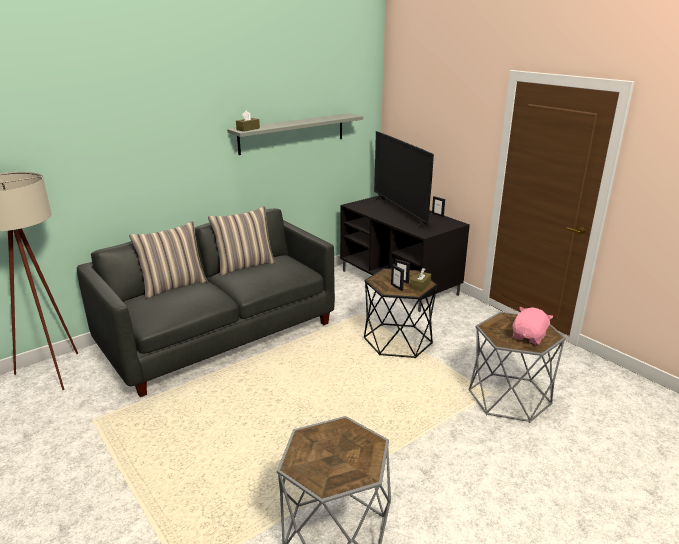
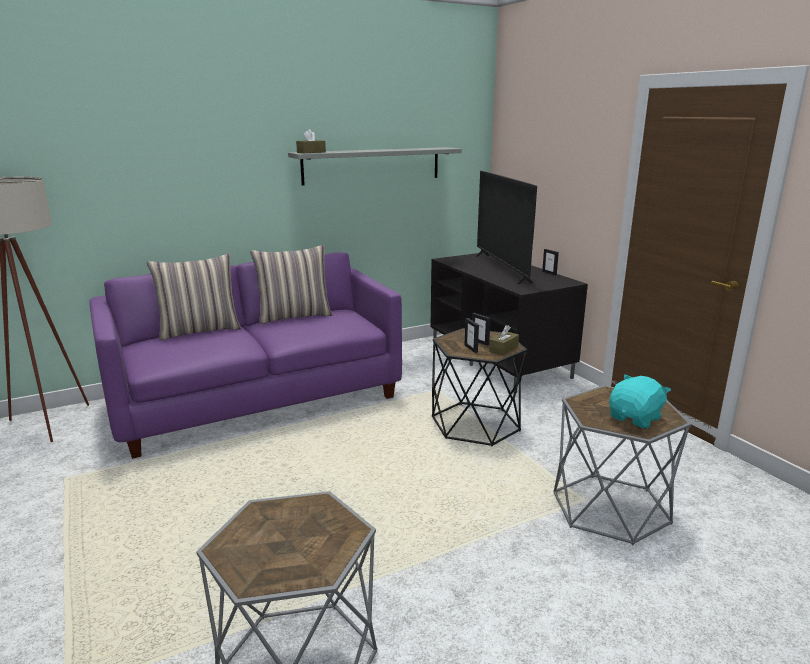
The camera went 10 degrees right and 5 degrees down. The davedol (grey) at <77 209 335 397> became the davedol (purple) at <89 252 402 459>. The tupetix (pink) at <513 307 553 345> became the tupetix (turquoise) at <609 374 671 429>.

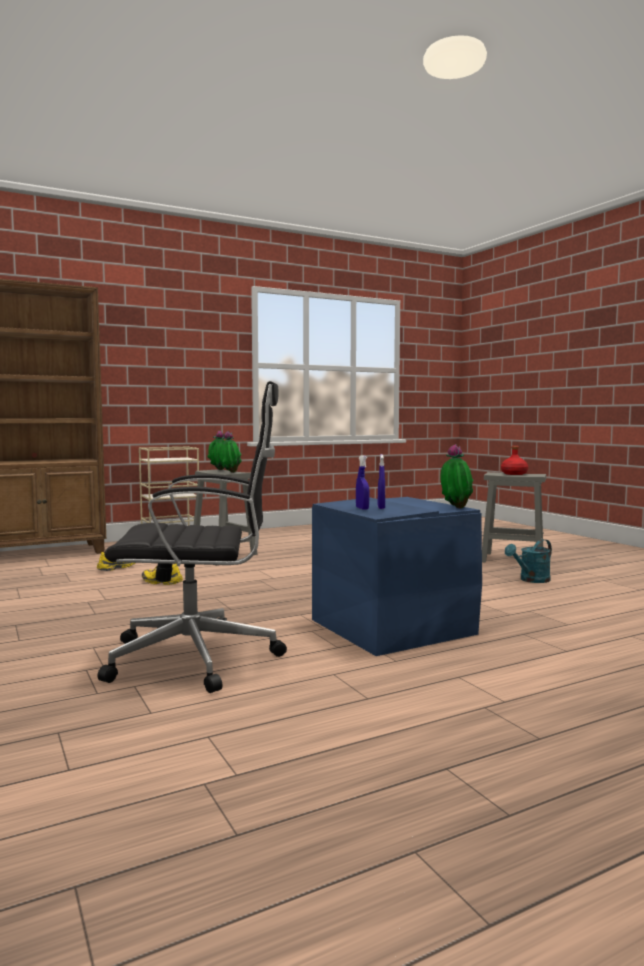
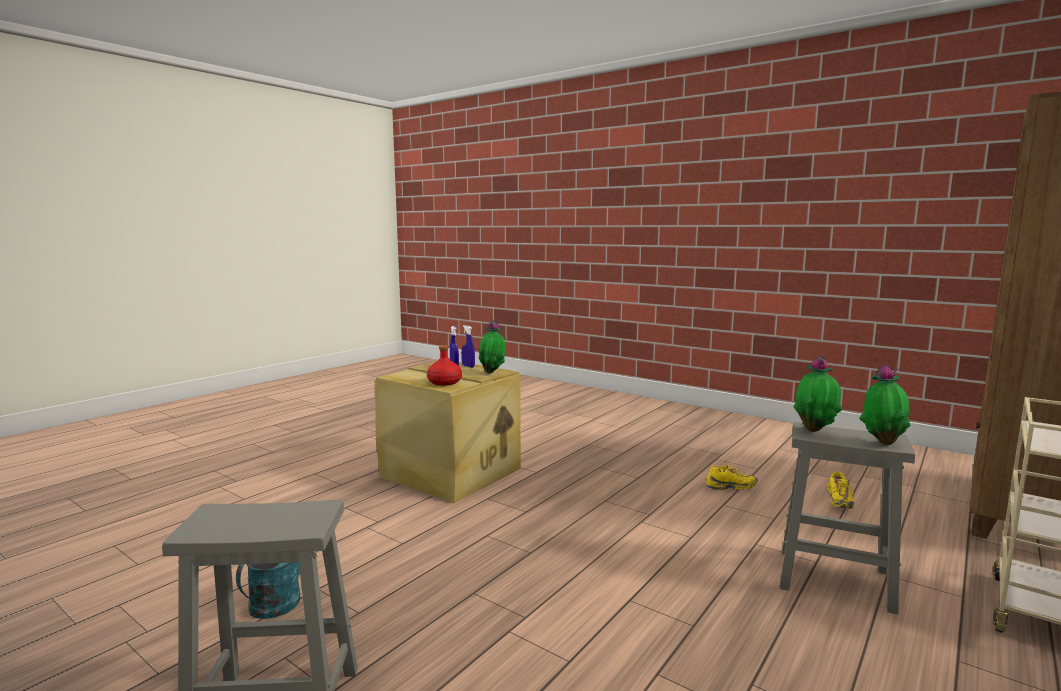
The camera went 155 degrees right and 5 degrees up. The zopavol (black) at <98 381 287 693> disappeared. The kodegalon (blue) at <312 497 482 656> became the kodegalon (beige) at <375 362 521 503>. The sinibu moved from <440 444 474 508> to <479 320 506 373>. The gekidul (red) moved from <501 446 528 475> to <427 345 462 386>.

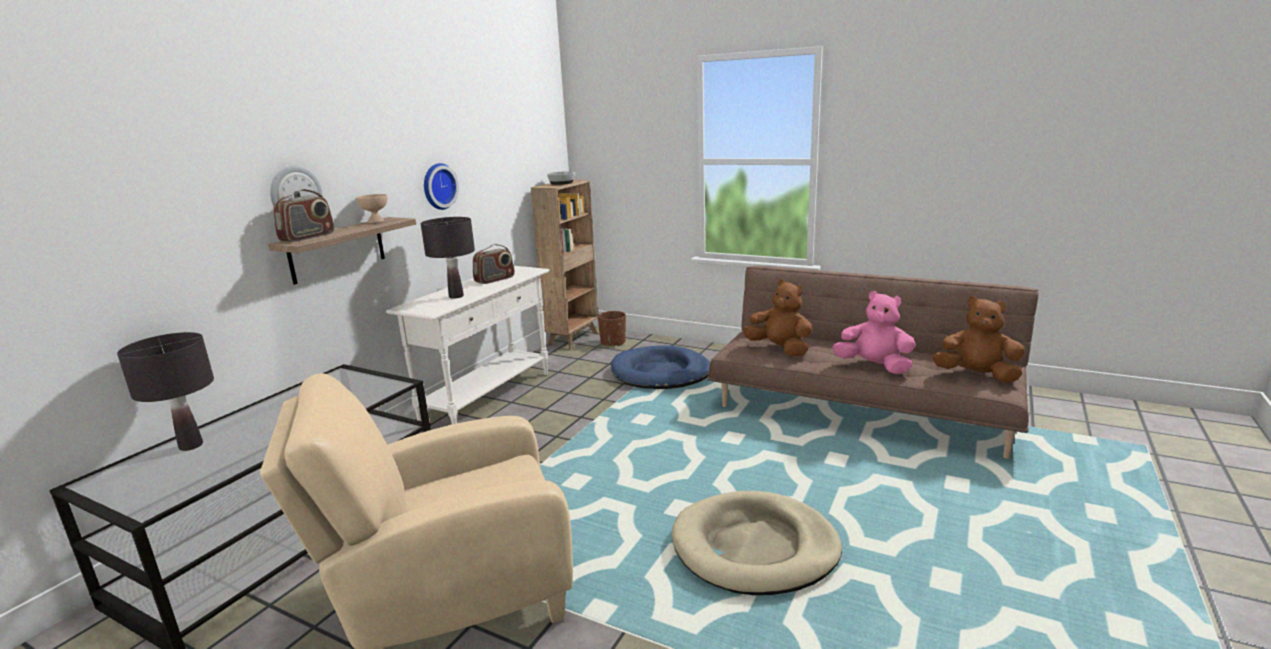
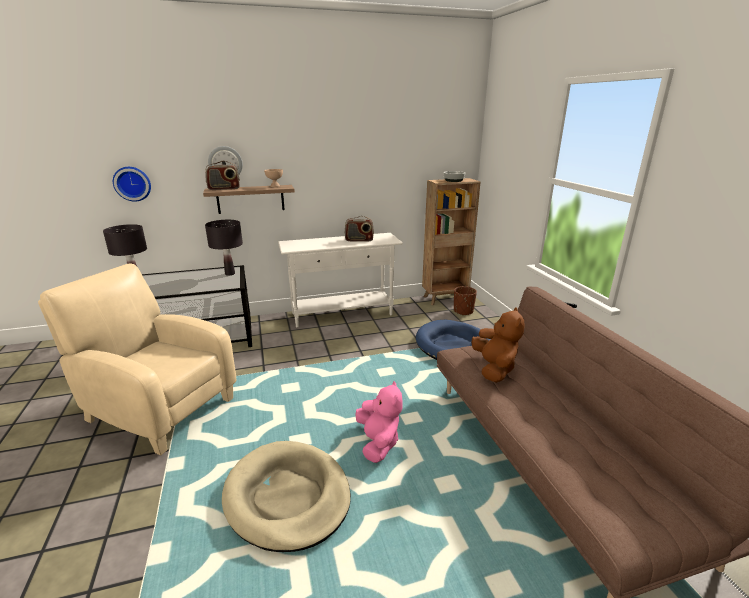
The camera went 45 degrees right and 5 degrees up. The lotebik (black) moved from <421 217 475 299> to <205 220 243 276>. The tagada moved from <424 163 459 210> to <113 167 151 201>. The tupetix (pink) moved from <832 291 916 374> to <355 381 403 463>. The tupetix (brown) at <933 296 1025 383> disappeared.

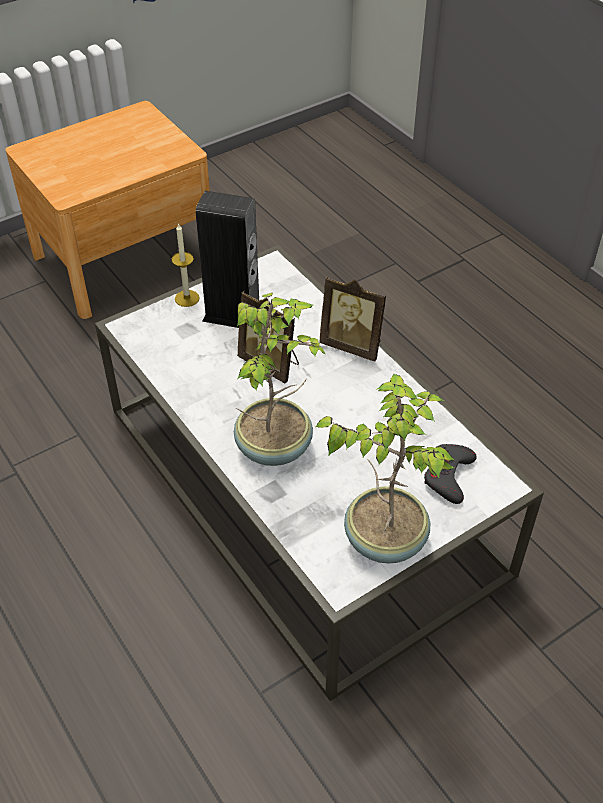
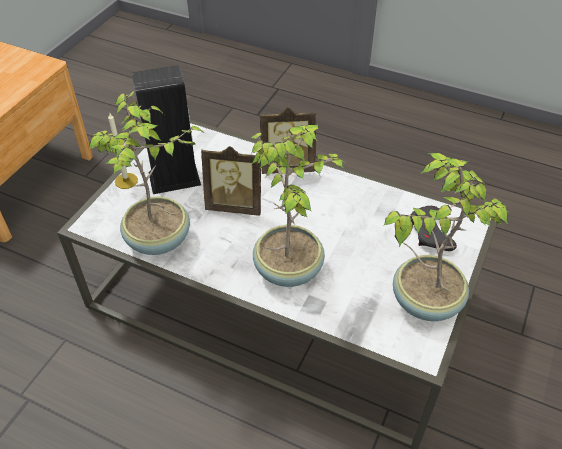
The camera went 30 degrees left and 0 degrees up. The sinibu at <88 91 205 255> appeared.

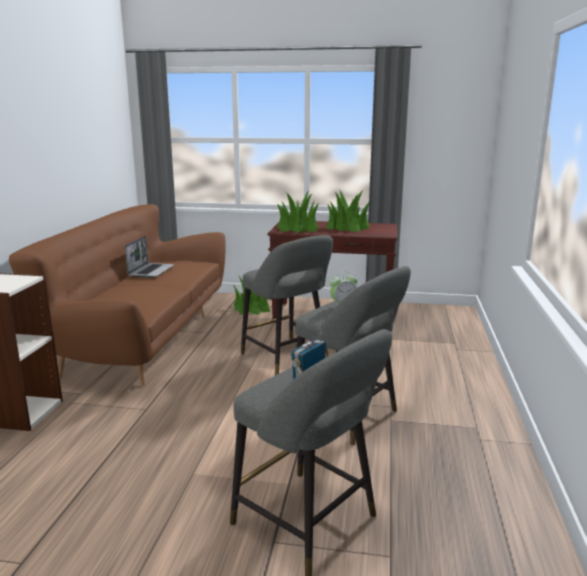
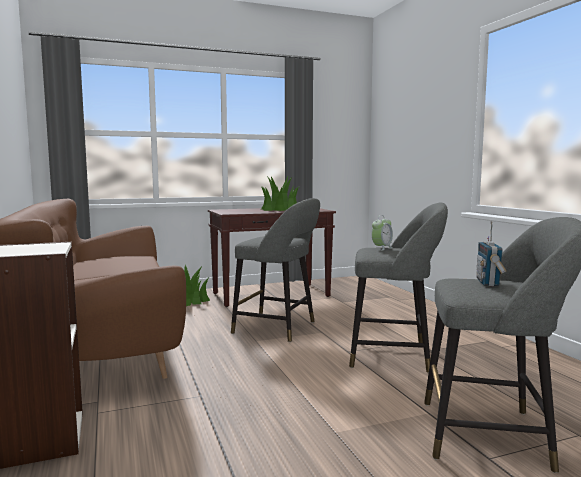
The camera went 30 degrees left and 10 degrees down. The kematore at <125 236 175 278> disappeared. The sinibu at <276 191 319 232> disappeared.

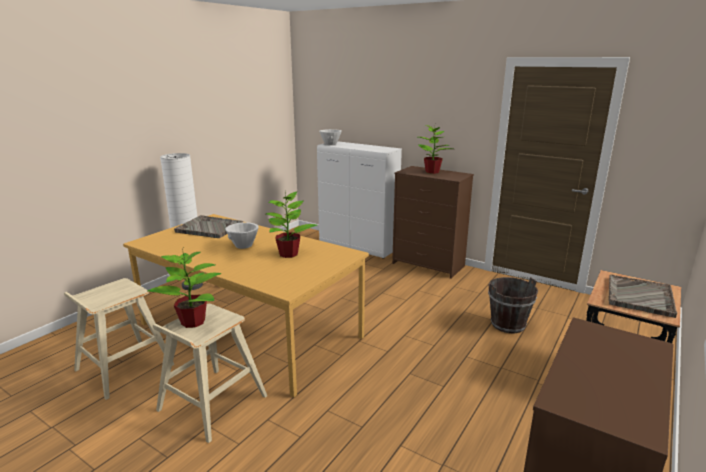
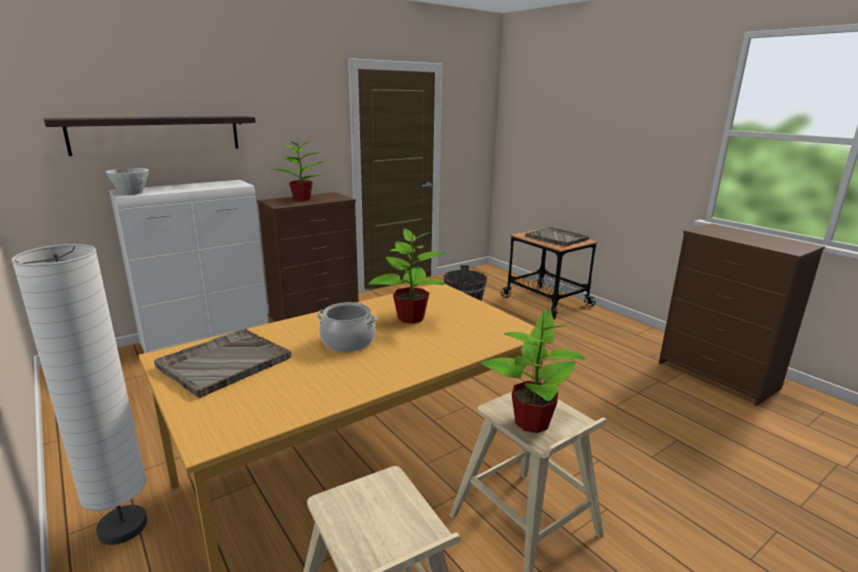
The camera went 70 degrees left and 0 degrees up. The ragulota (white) at <225 222 259 249> was replaced by the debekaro at <317 302 377 352>. The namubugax at <44 116 256 156> appeared.

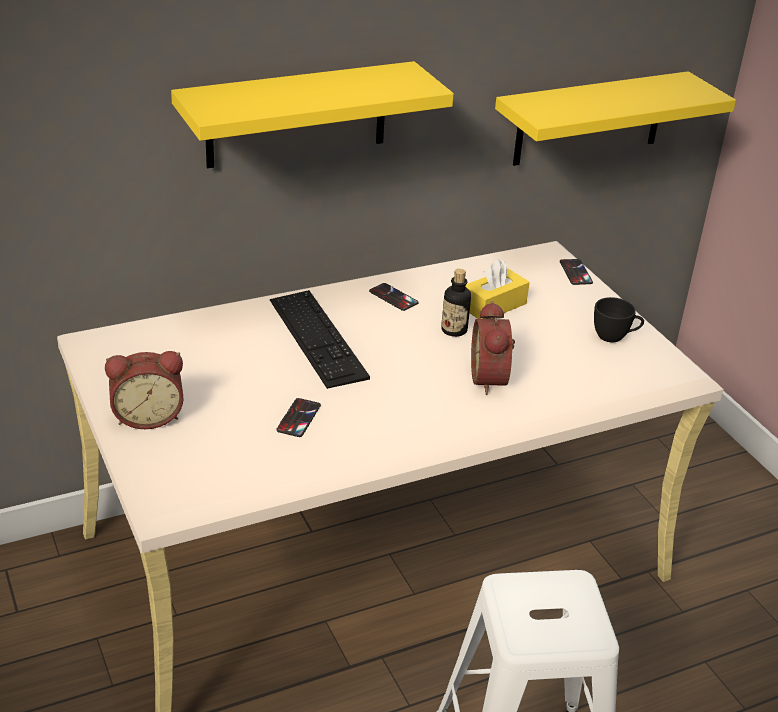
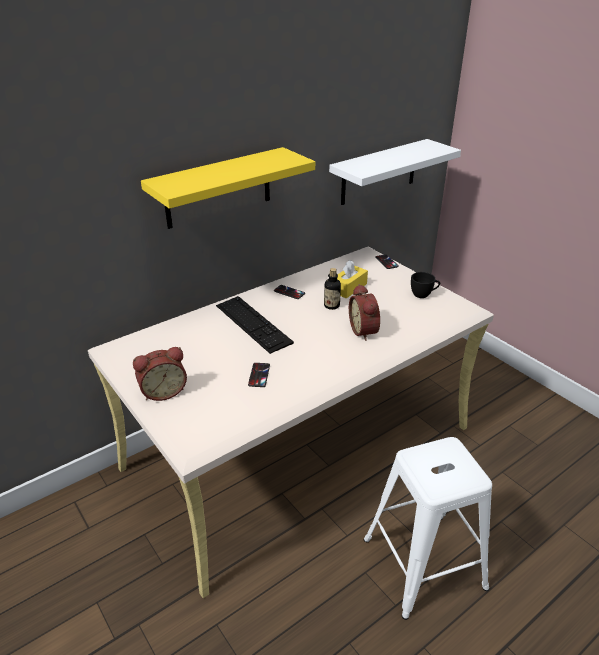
The camera went 10 degrees left and 0 degrees up. The namubugax (yellow) at <495 71 736 166> became the namubugax (white) at <329 139 461 205>.

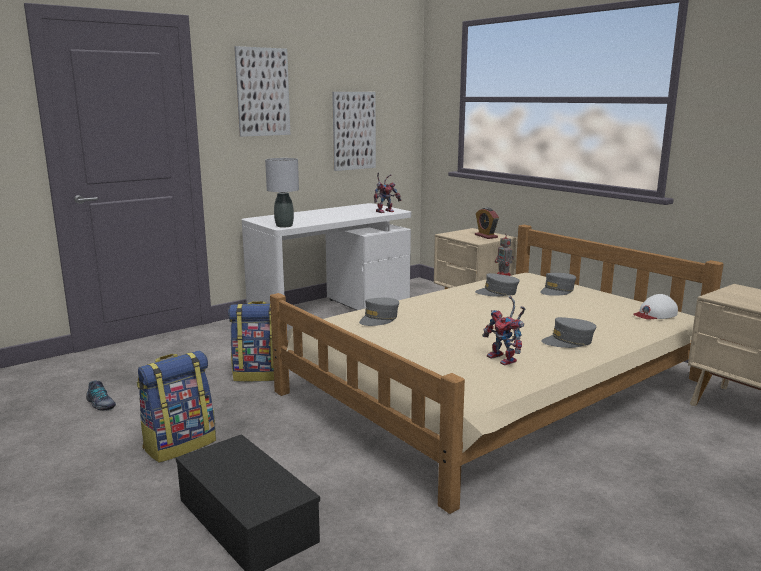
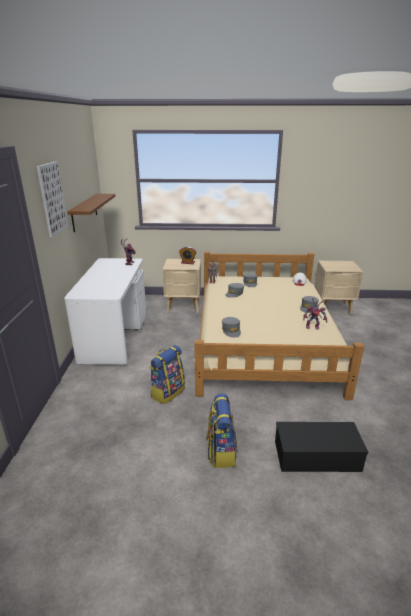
The camera went 50 degrees left and 10 degrees up. The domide at <86 380 116 411> disappeared. The lotebik (grey) at <265 158 299 228> disappeared. The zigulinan at <332 92 376 171> was replaced by the namubugax (brown) at <67 194 115 232>.

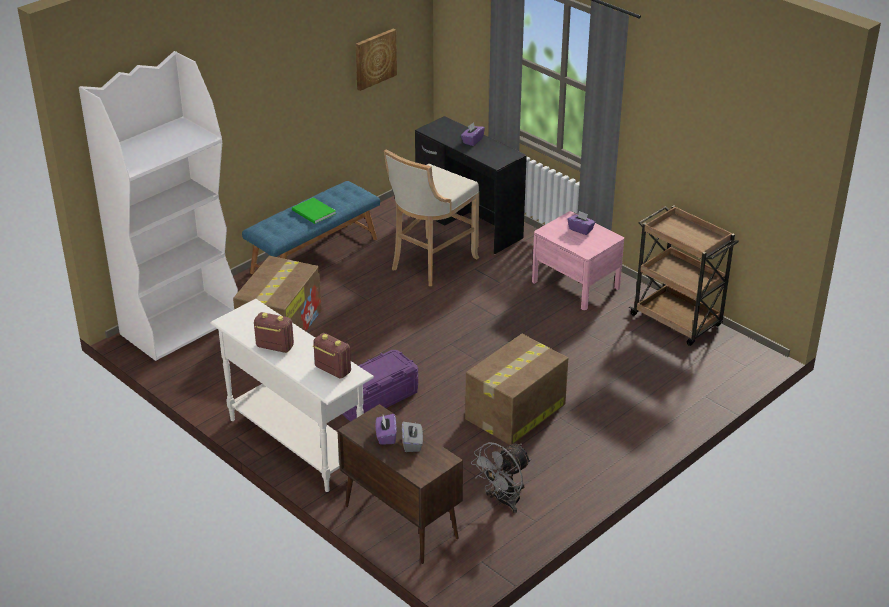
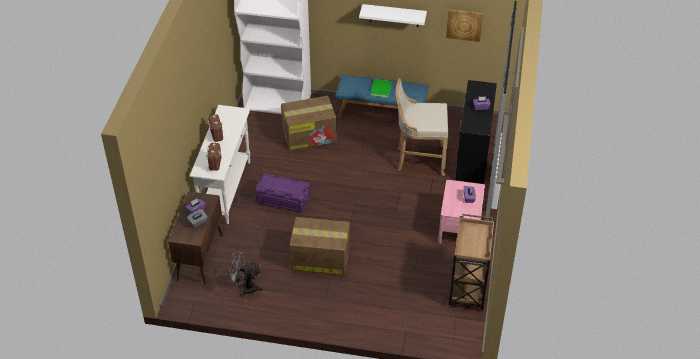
The camera went 55 degrees right and 10 degrees up. The namubugax (white) at <359 4 427 27> appeared.

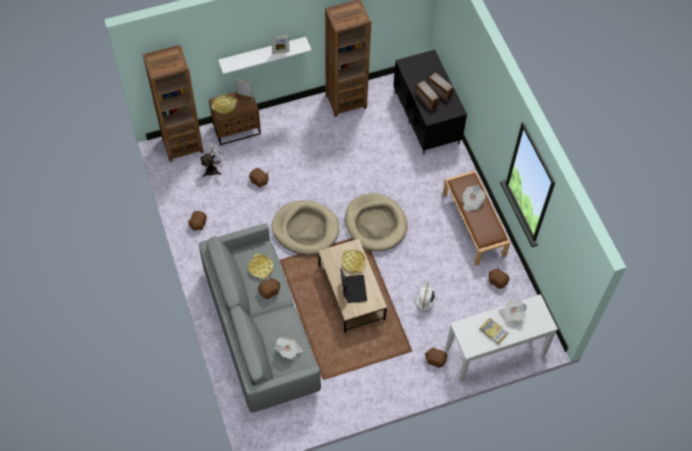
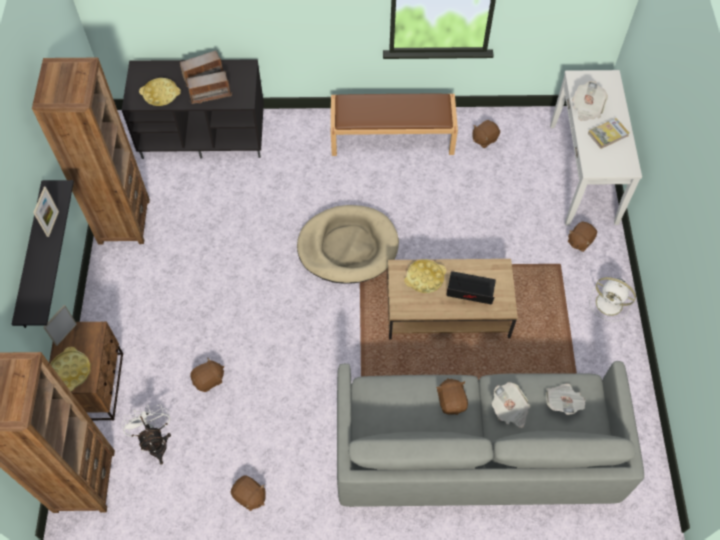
The camera went 70 degrees left and 0 degrees up. The namubugax (white) at <218 37 312 74> became the namubugax (black) at <12 180 74 328>. The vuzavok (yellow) moved from <248 253 273 279> to <139 78 181 106>. The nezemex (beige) at <272 200 339 255> disappeared. The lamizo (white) moved from <411 282 437 315> to <590 277 636 322>. The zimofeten moved from <462 185 485 211> to <492 382 530 428>.

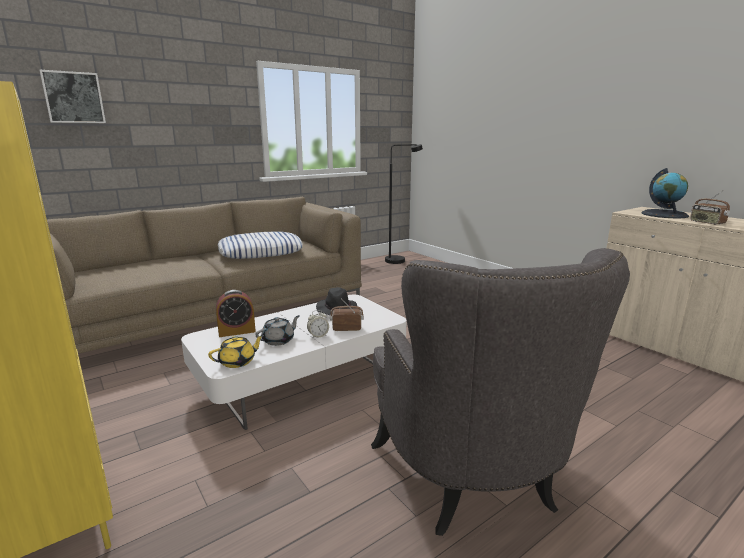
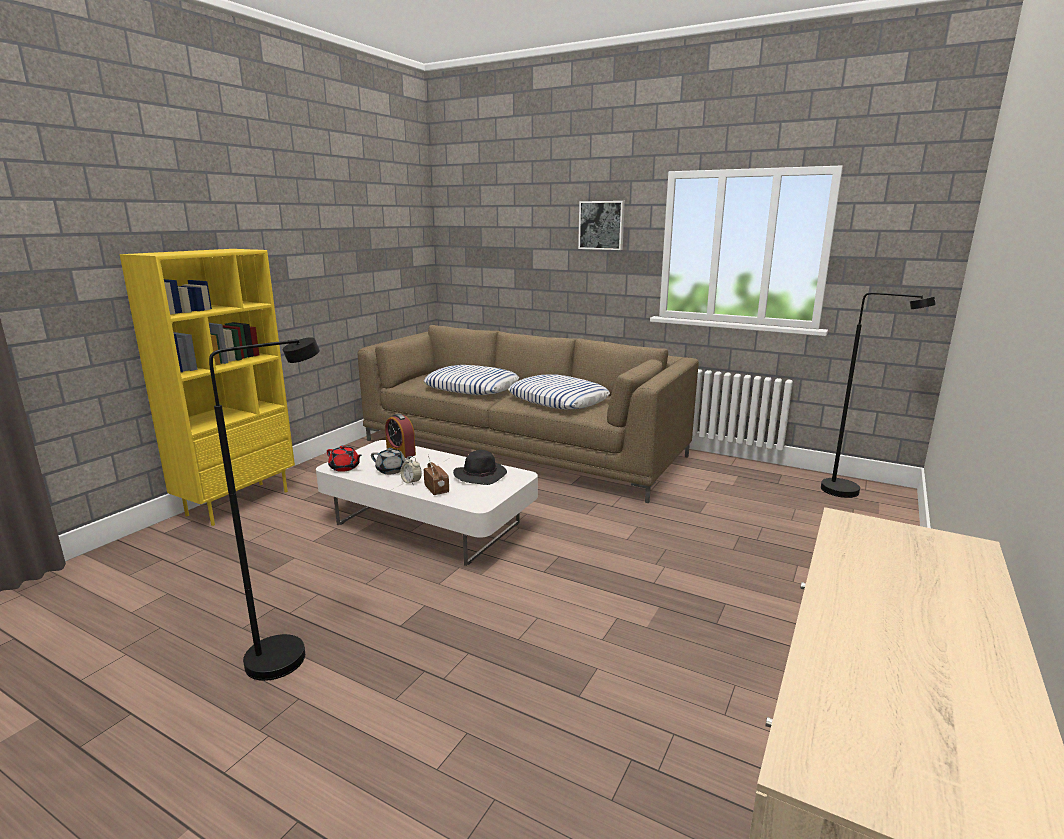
The camera went 65 degrees right and 0 degrees up. The zigulinan moved from <39 70 106 123> to <578 201 625 250>. The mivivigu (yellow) at <208 335 264 368> became the mivivigu (red) at <327 445 362 472>. The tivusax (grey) at <371 248 630 536> was replaced by the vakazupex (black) at <209 337 320 681>. The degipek at <641 168 689 219> disappeared. The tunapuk at <690 190 730 225> disappeared. The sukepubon at <424 365 519 395> appeared.

